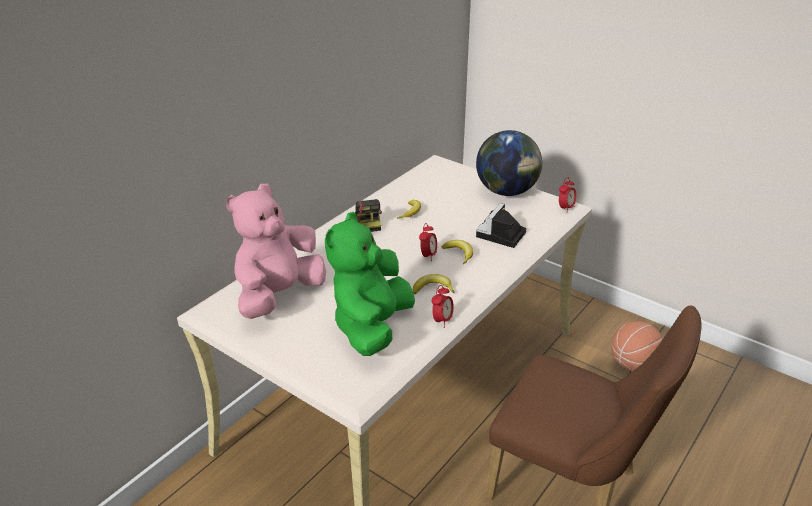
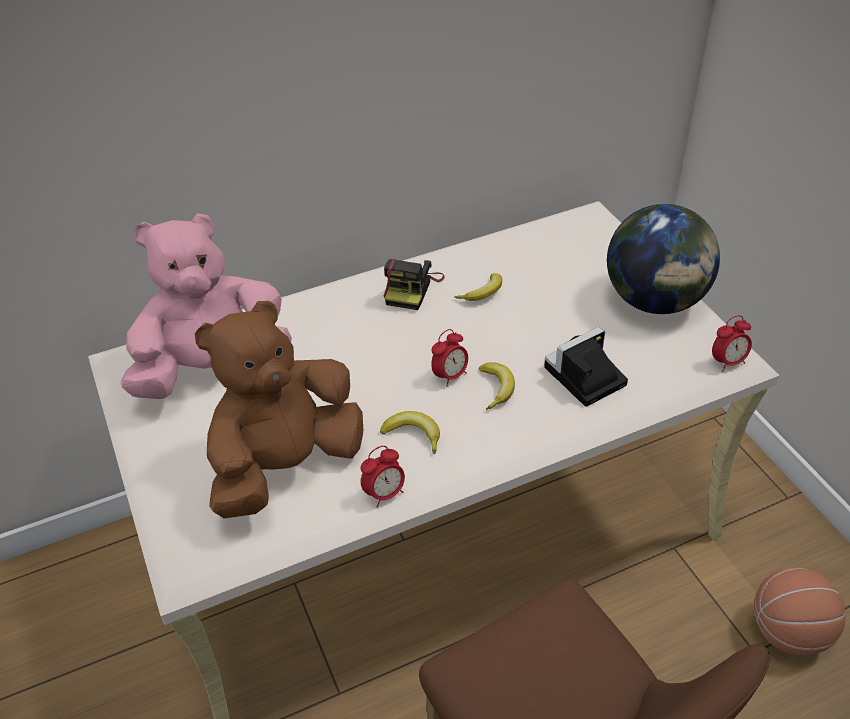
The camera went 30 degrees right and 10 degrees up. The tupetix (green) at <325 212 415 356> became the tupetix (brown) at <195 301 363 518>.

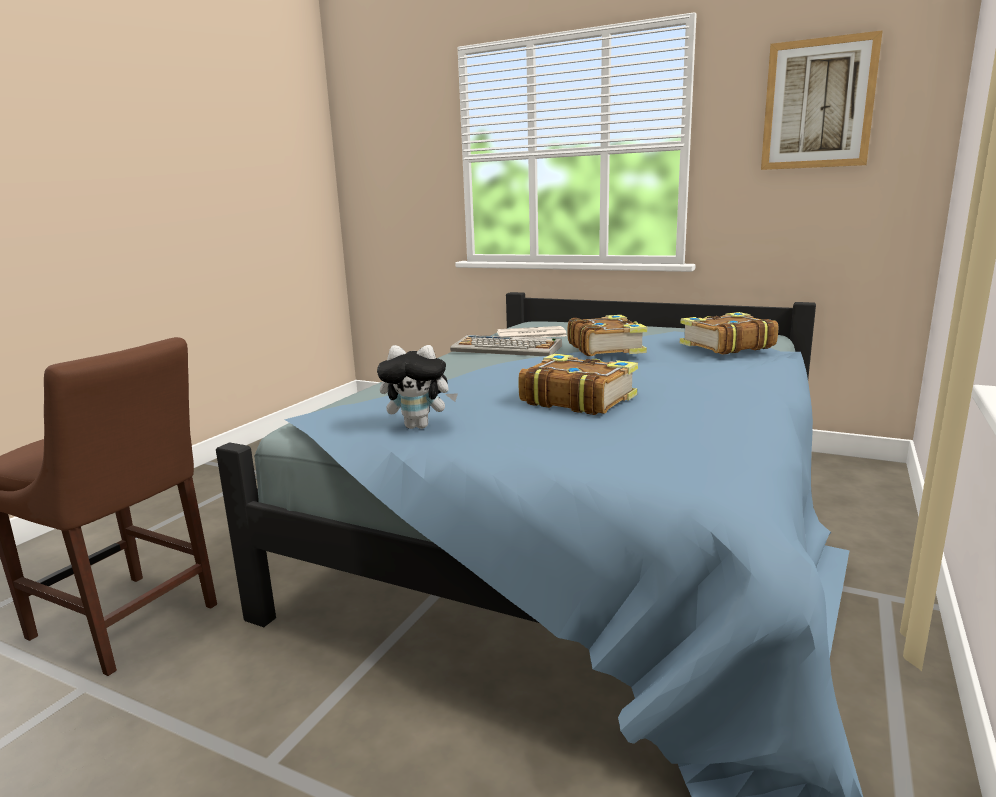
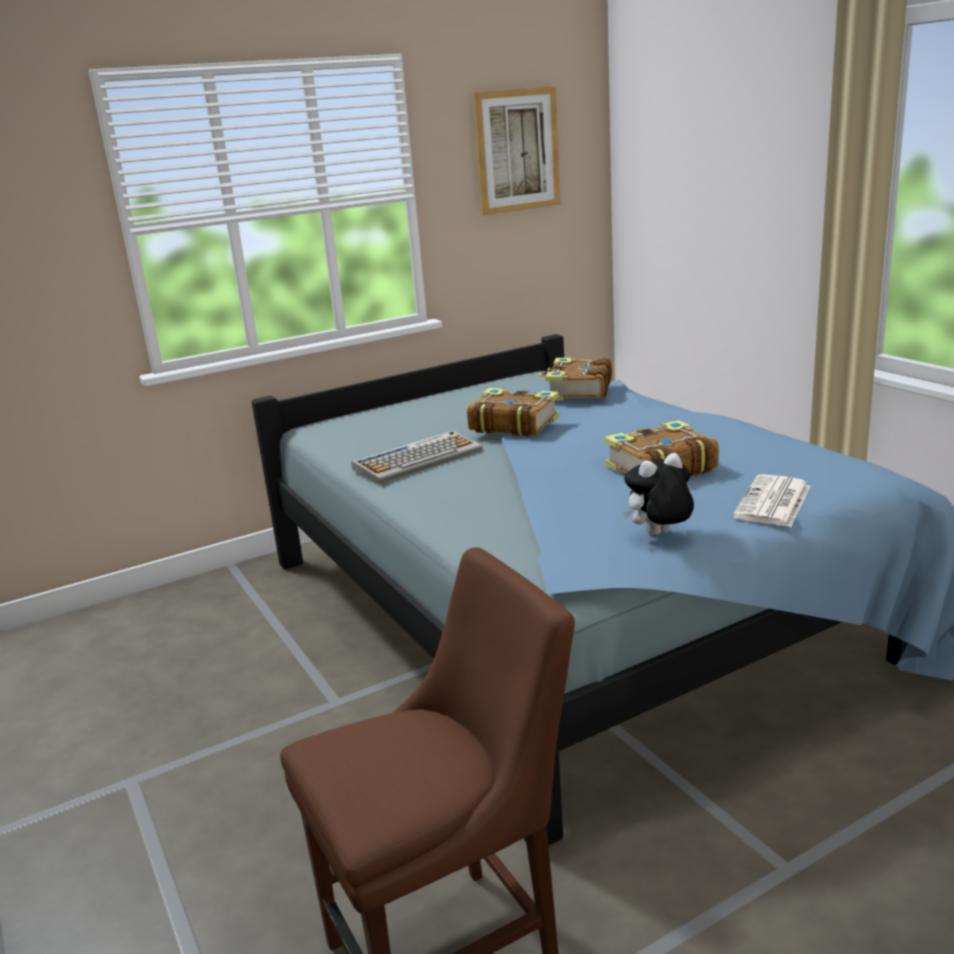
The camera went 55 degrees left and 5 degrees up. The tupetix at <377 345 458 429> turned 150 degrees counterclockwise. The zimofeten moved from <497 326 567 338> to <733 474 810 527>.

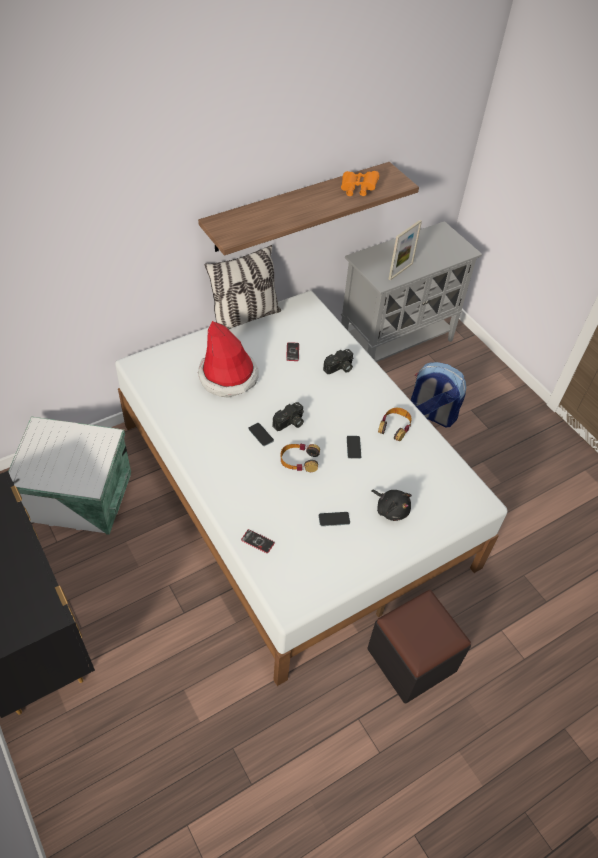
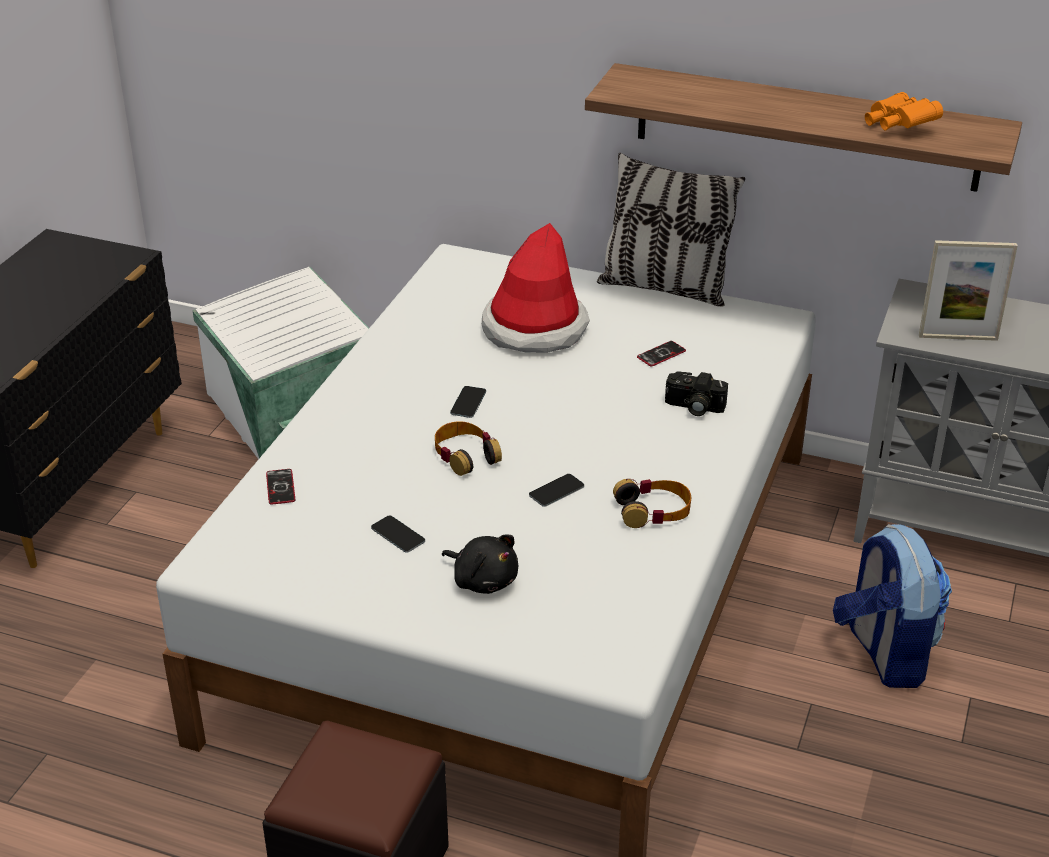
The camera went 55 degrees right and 15 degrees down. The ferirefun at <273 402 304 431> disappeared. The tupetix (black) at <371 490 412 521> turned 60 degrees counterclockwise.

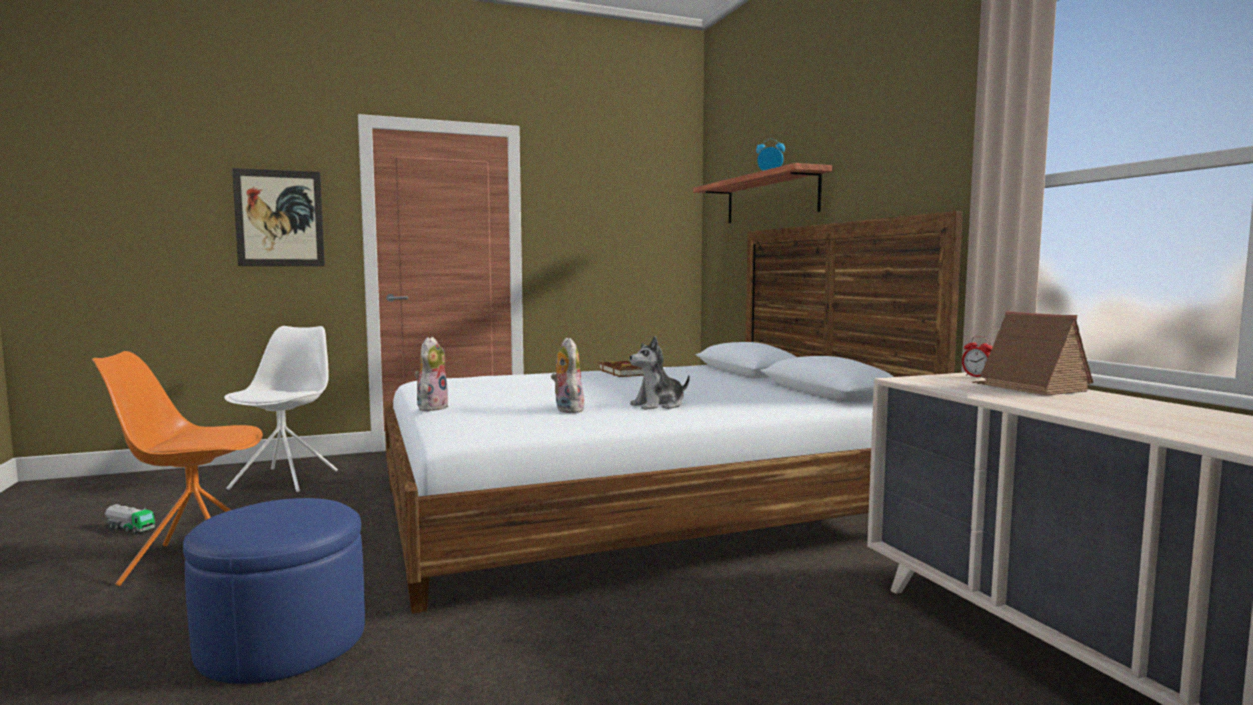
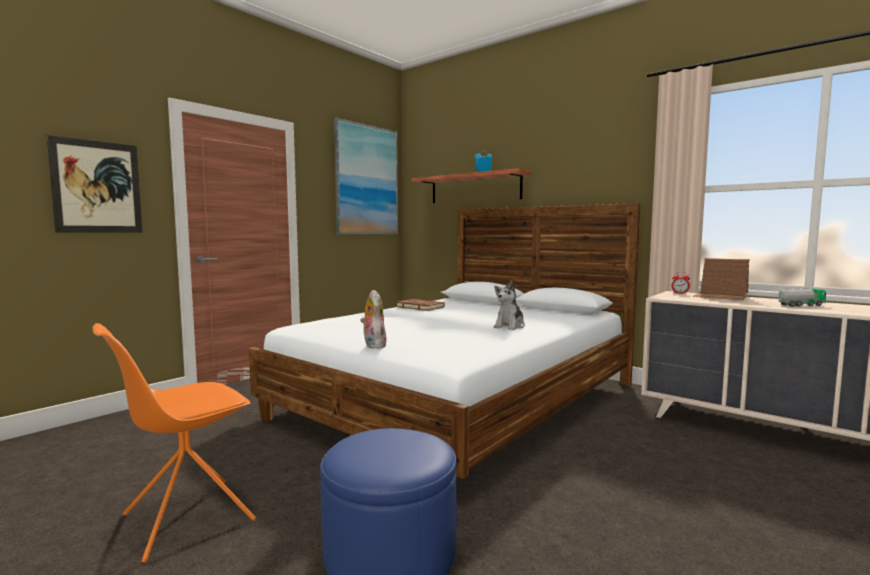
The camera went 30 degrees left and 0 degrees up. The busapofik moved from <105 504 155 534> to <778 288 826 307>. The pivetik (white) at <224 326 338 492> disappeared. The tupetix at <551 338 584 413> disappeared. The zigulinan at <334 118 398 234> appeared.

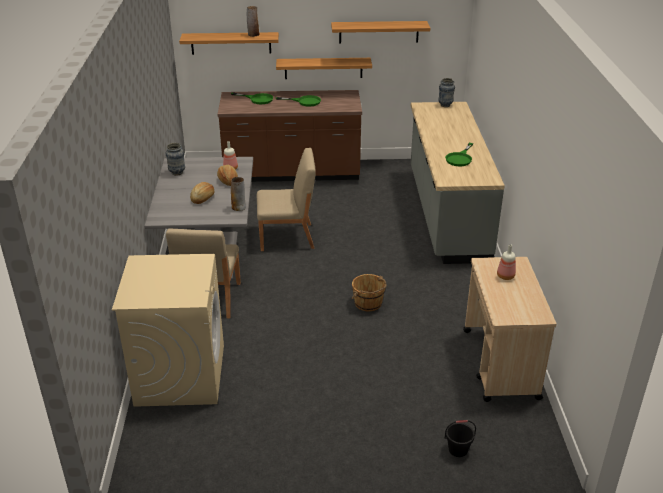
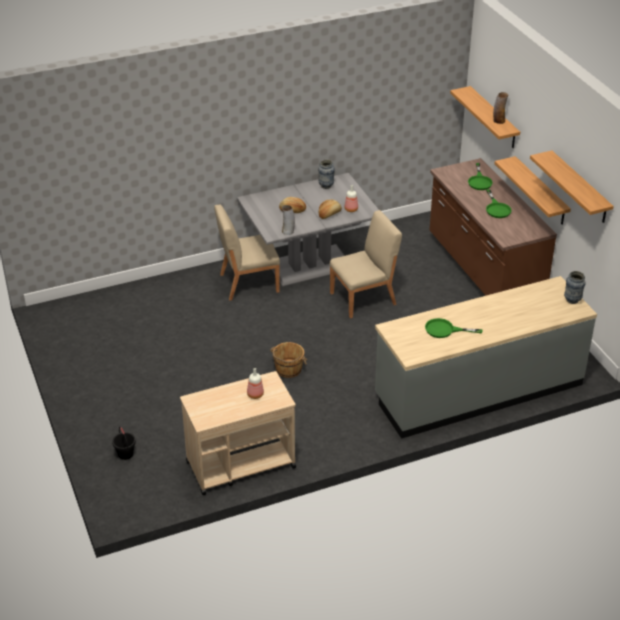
The camera went 70 degrees right and 5 degrees up. The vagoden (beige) at <112 254 224 407> disappeared. The pivetik (beige) at <257 148 316 251> turned 90 degrees counterclockwise.

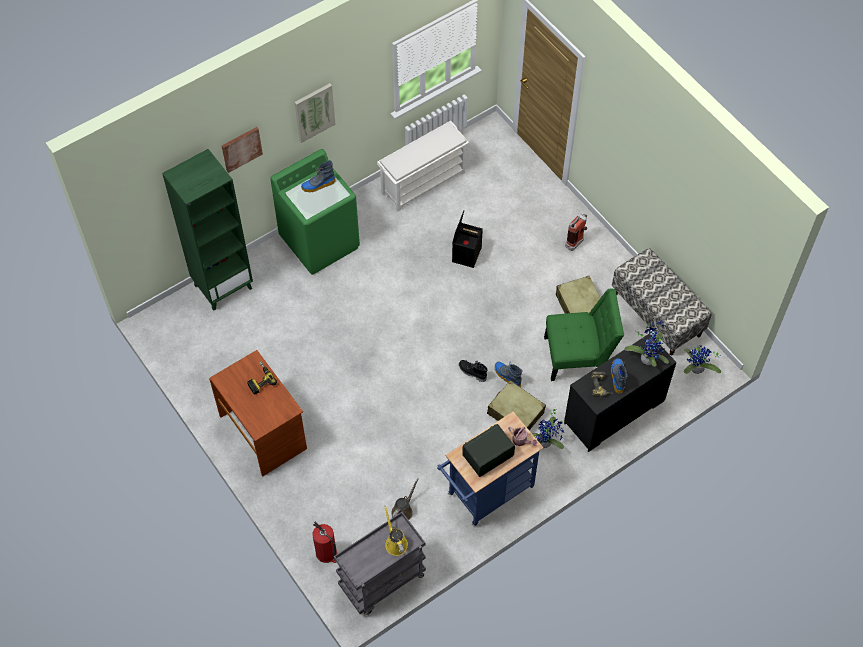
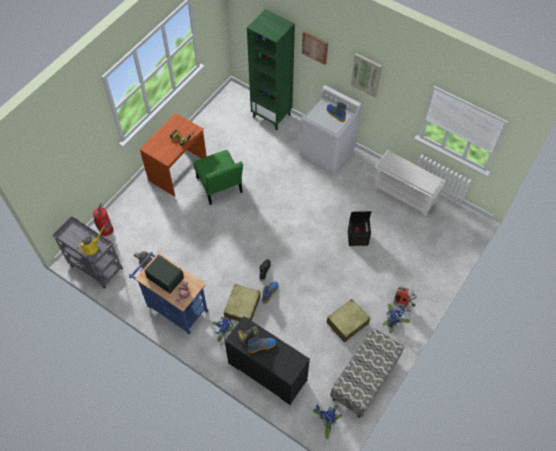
The camera went 70 degrees right and 0 degrees up. The vagoden (green) at <270 149 360 275> became the vagoden (white) at <300 86 362 175>. The pivetik (green) moved from <544 288 624 381> to <194 150 243 205>. The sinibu moved from <625 320 669 367> to <383 297 410 333>.

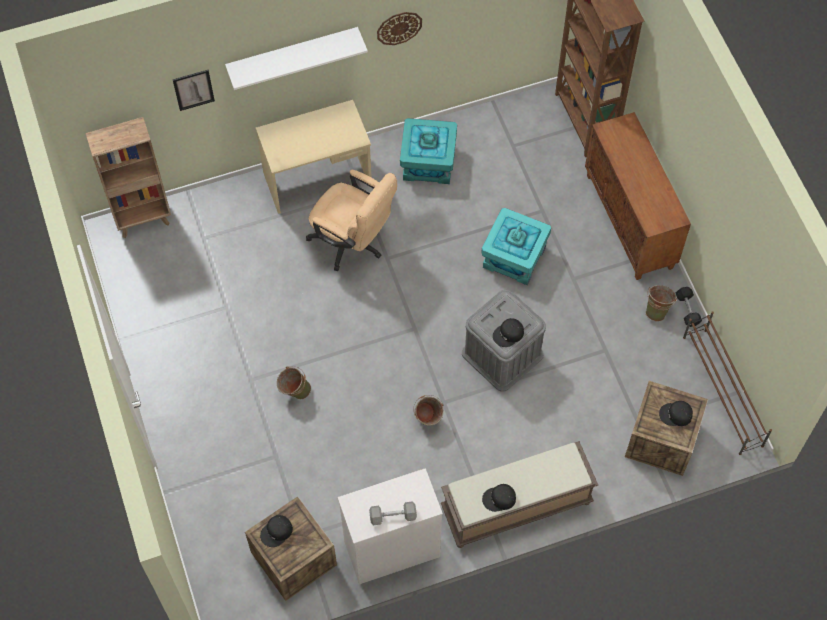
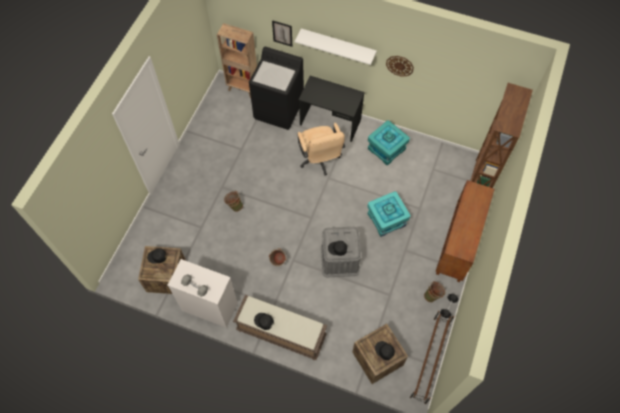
The camera went 40 degrees right and 0 degrees up. The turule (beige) at <256 100 372 214> became the turule (black) at <298 76 364 142>. The vagoden (black) at <249 47 304 130> appeared.

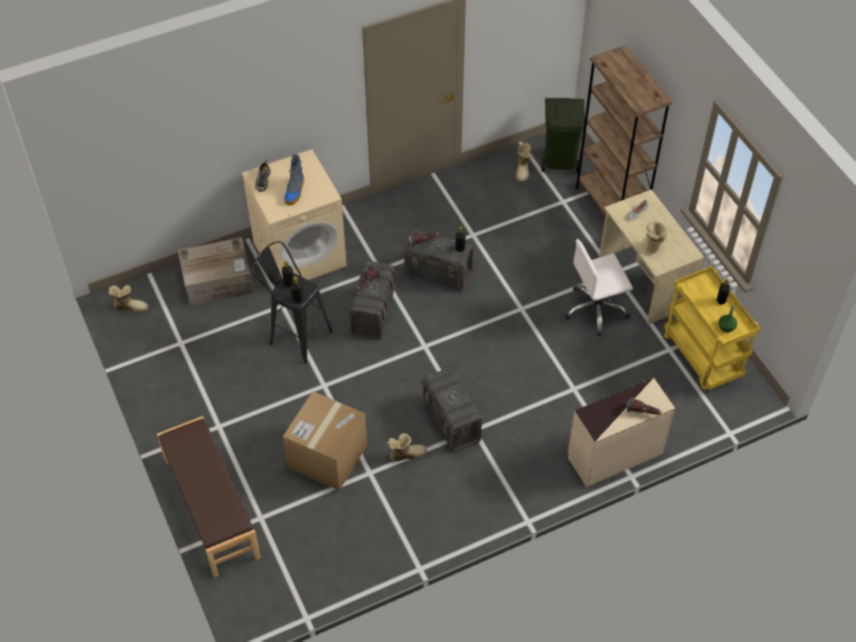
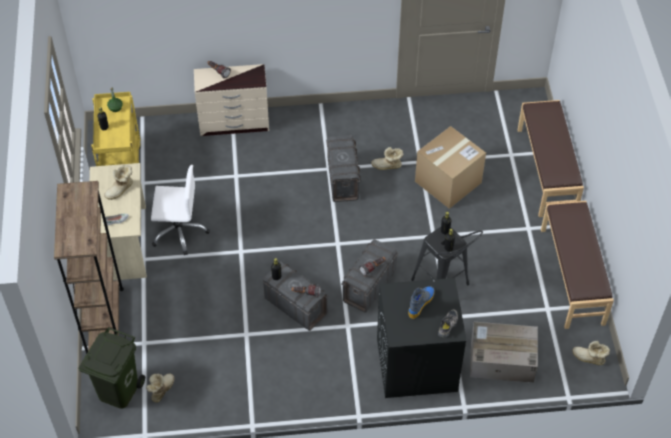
The camera went 160 degrees left and 0 degrees up. The vagoden (beige) at <242 149 347 280> became the vagoden (black) at <377 278 467 398>. The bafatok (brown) at <541 201 614 329> appeared.

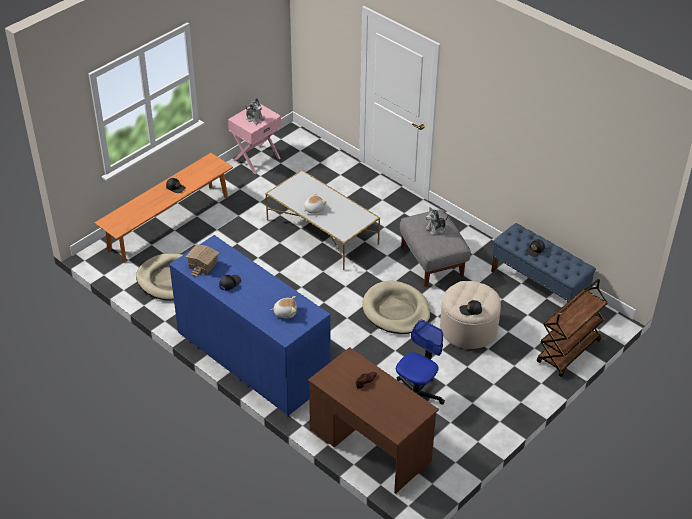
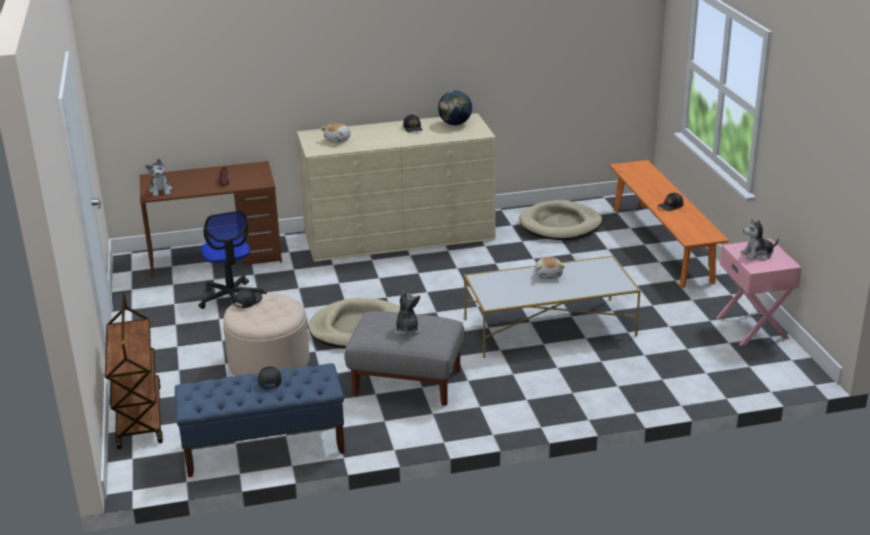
The camera went 125 degrees right and 15 degrees down. The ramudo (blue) at <169 235 330 416> became the ramudo (beige) at <297 113 496 262>. The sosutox at <185 244 219 277> was replaced by the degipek at <438 91 472 125>. The tupetix at <145 158 172 197> appeared.

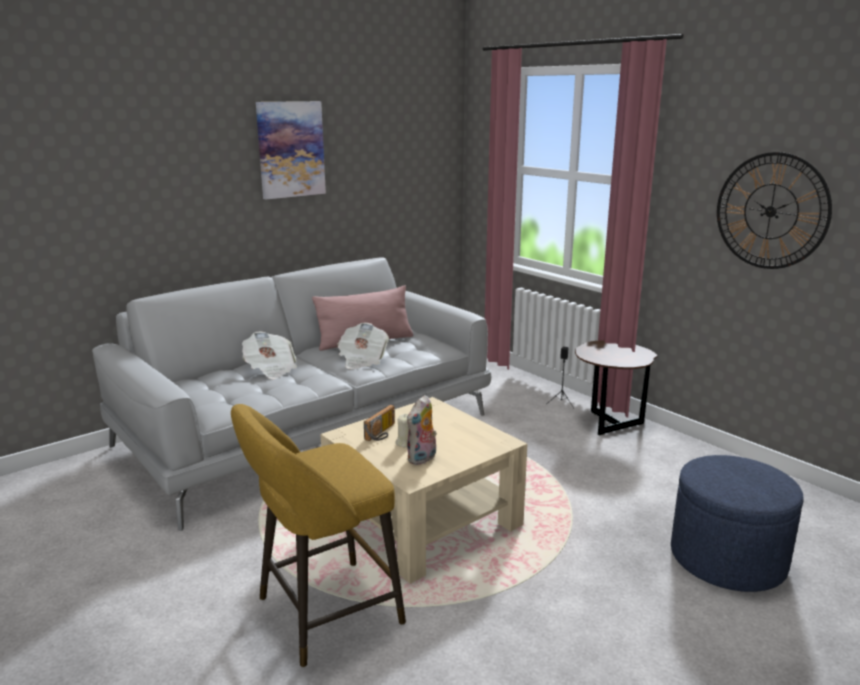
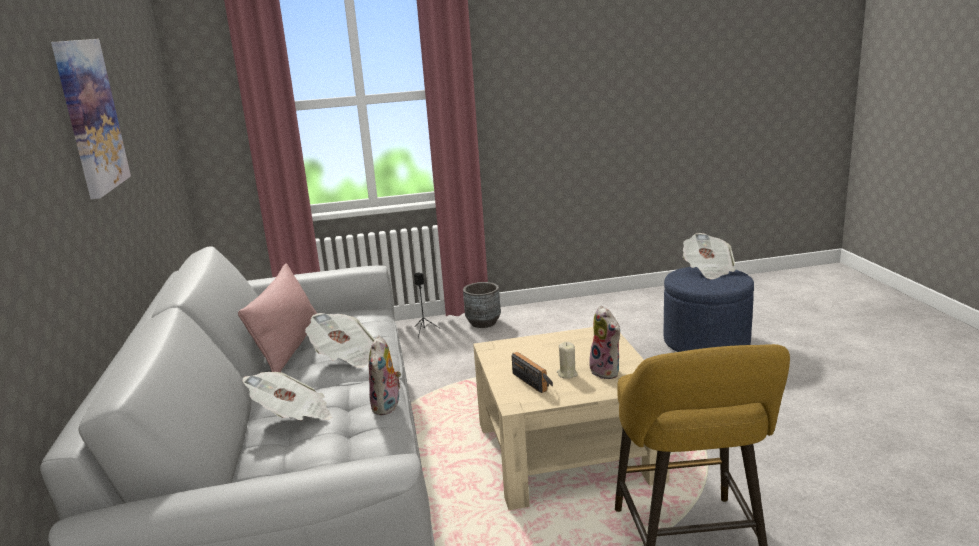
The camera went 60 degrees left and 0 degrees up. The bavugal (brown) at <575 340 657 436> was replaced by the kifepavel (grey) at <463 282 501 328>. The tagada at <717 152 832 269> disappeared. The tupetix at <369 335 401 415> appeared. The zimofeten at <683 233 735 279> appeared.

